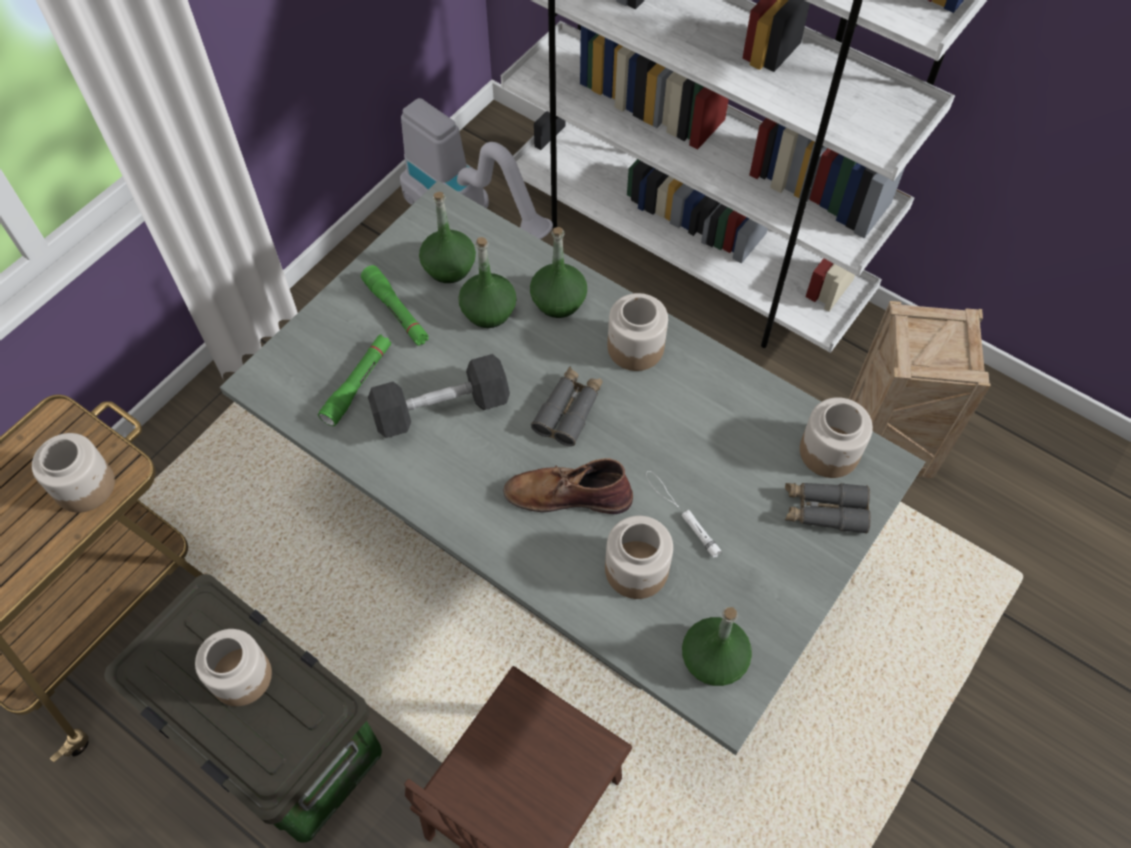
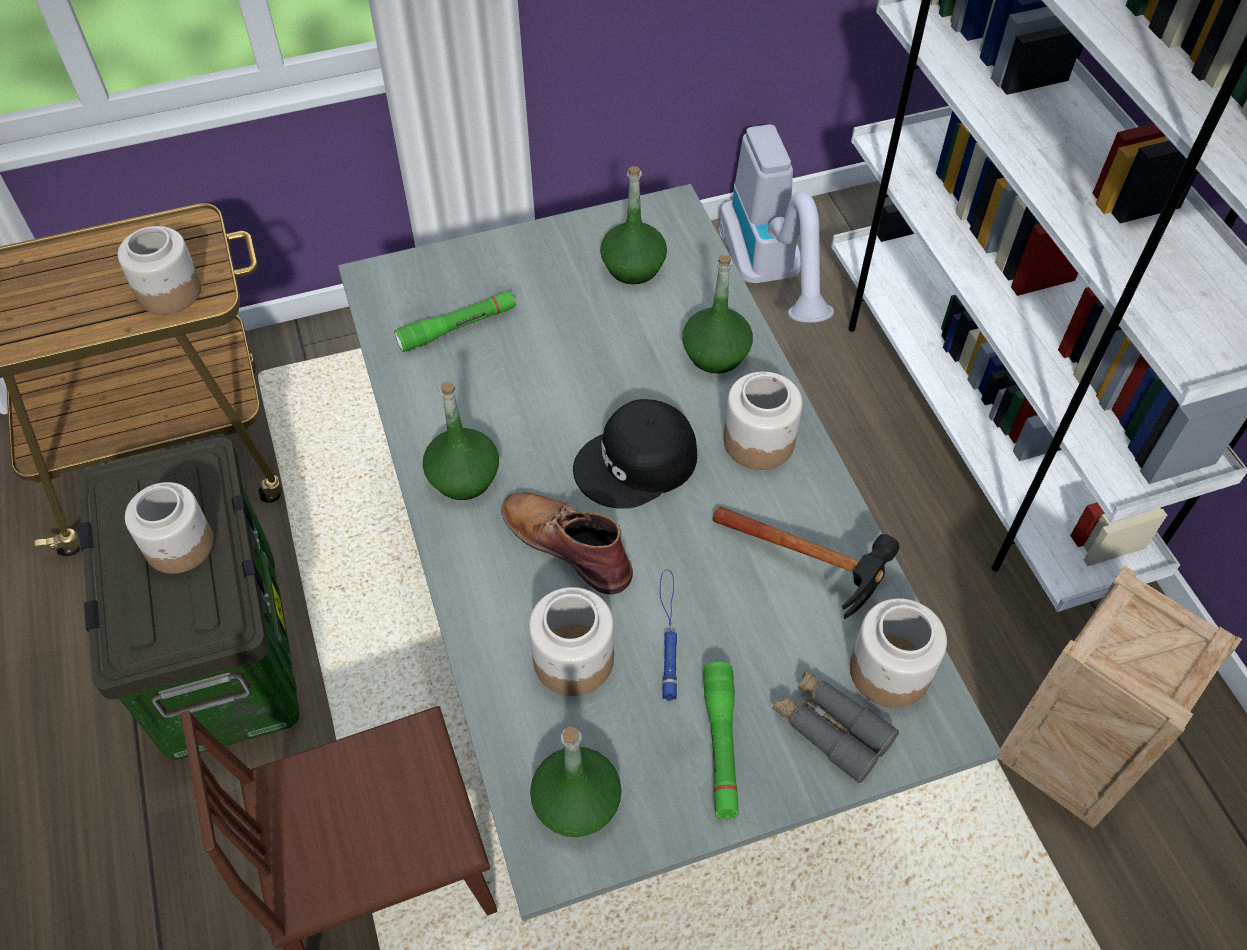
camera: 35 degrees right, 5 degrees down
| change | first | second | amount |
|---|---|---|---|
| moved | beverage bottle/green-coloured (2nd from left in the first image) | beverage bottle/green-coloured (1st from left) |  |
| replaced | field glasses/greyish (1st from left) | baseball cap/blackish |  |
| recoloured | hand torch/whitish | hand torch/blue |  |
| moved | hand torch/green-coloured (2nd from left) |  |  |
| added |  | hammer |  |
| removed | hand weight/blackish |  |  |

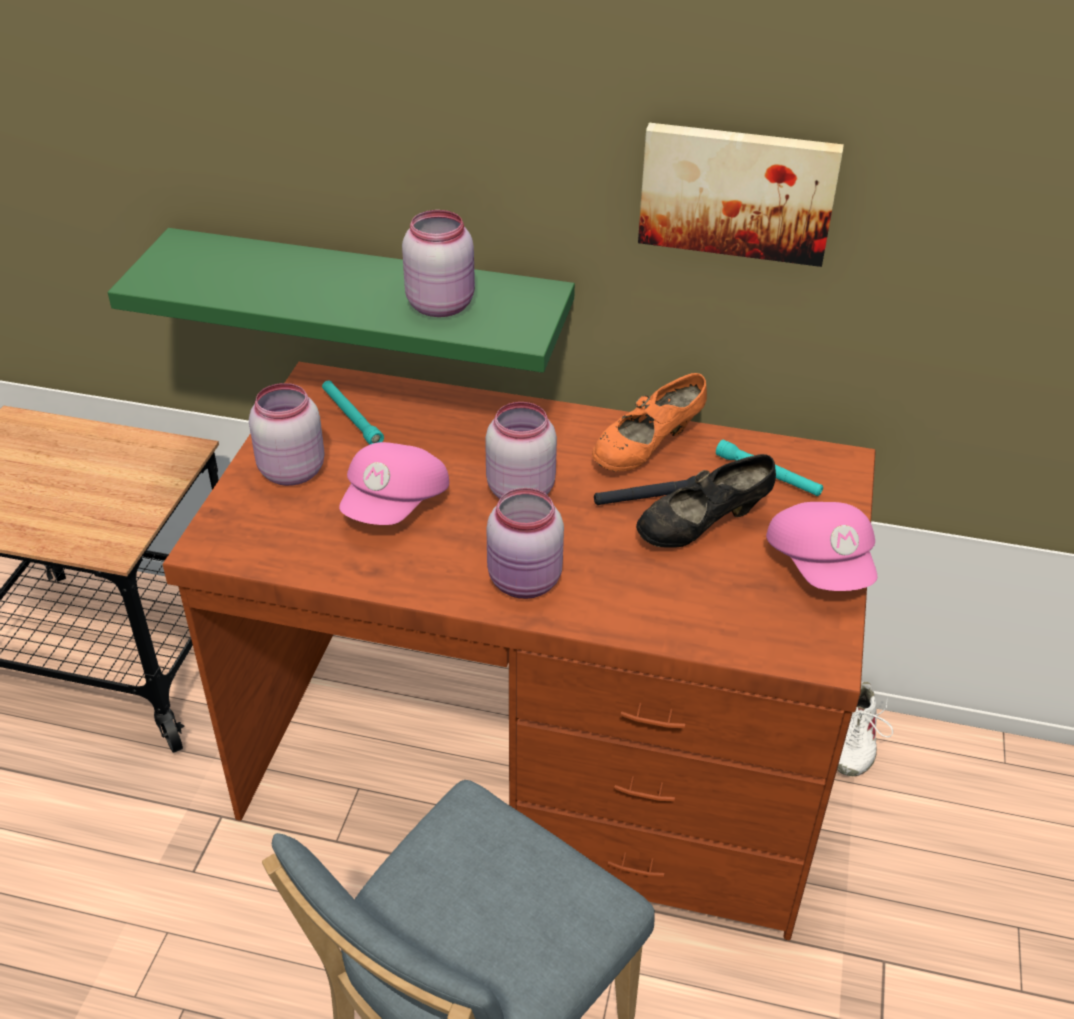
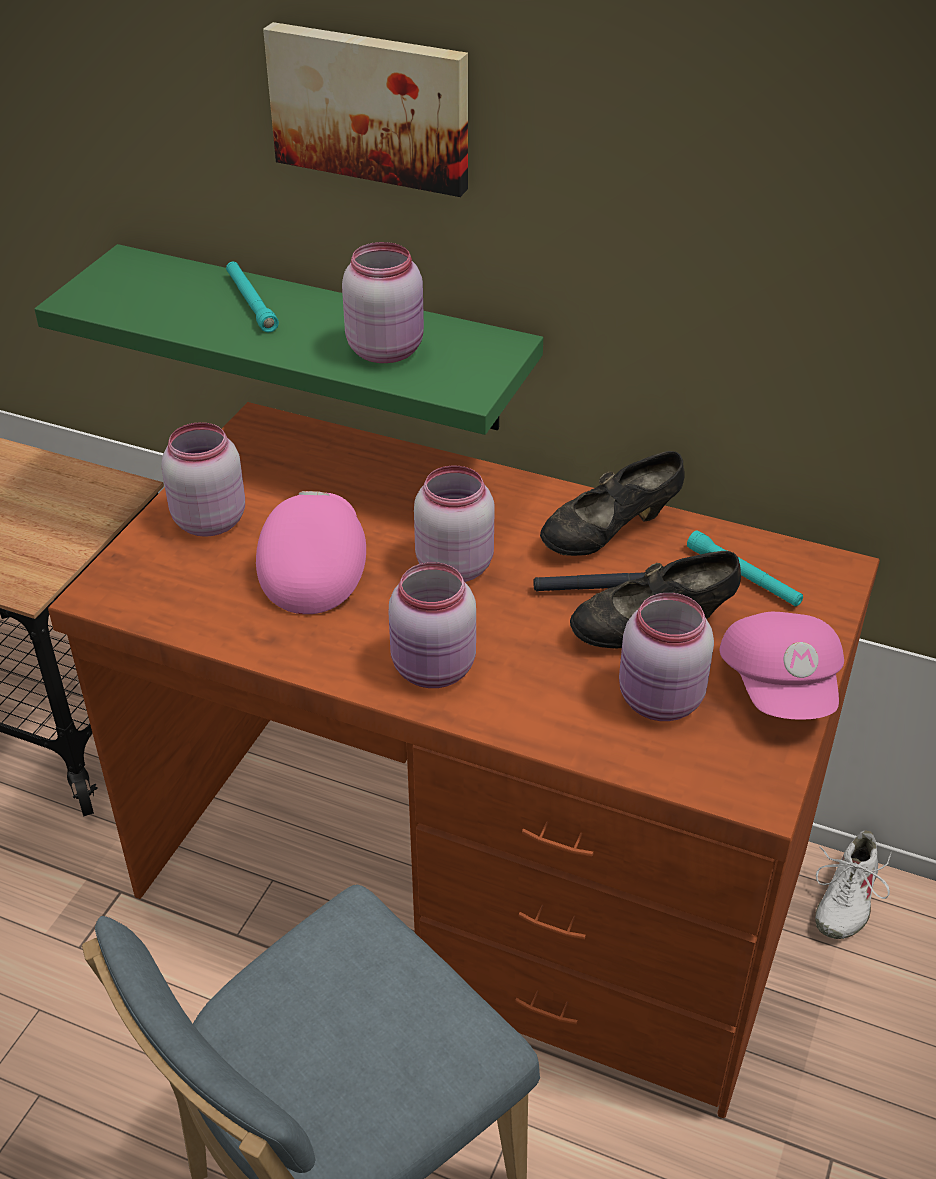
camera: 10 degrees right, 0 degrees up
| change | first | second | amount |
|---|---|---|---|
| moved | hand torch/turquoise (1st from left) |  |  |
| turned | baseball cap/pink (1st from left) |  | 150 degrees clockwise |
| moved | picture |  |  |
| recoloured | low shoe/orangey | low shoe/blackish (1st from left) |  |
| added |  | preserve jar/pink (5th from left) |  |

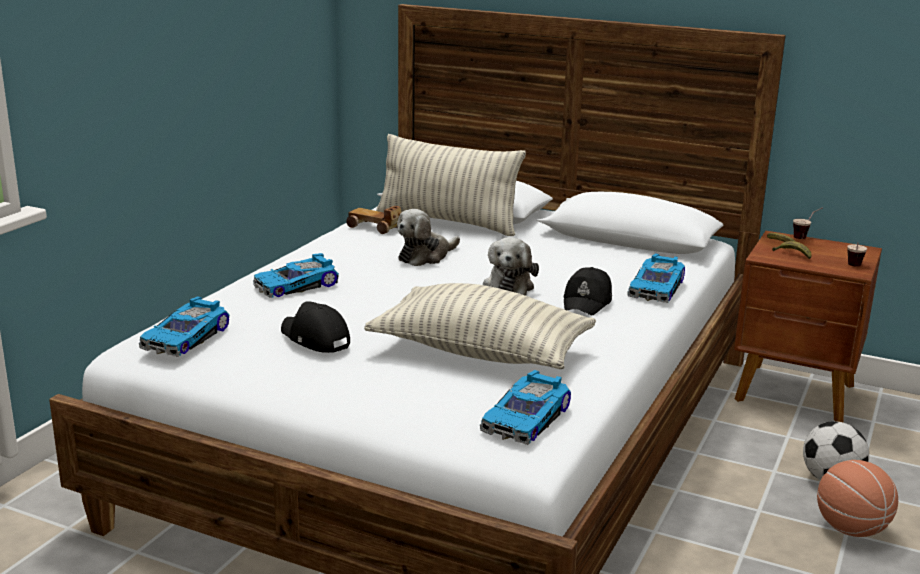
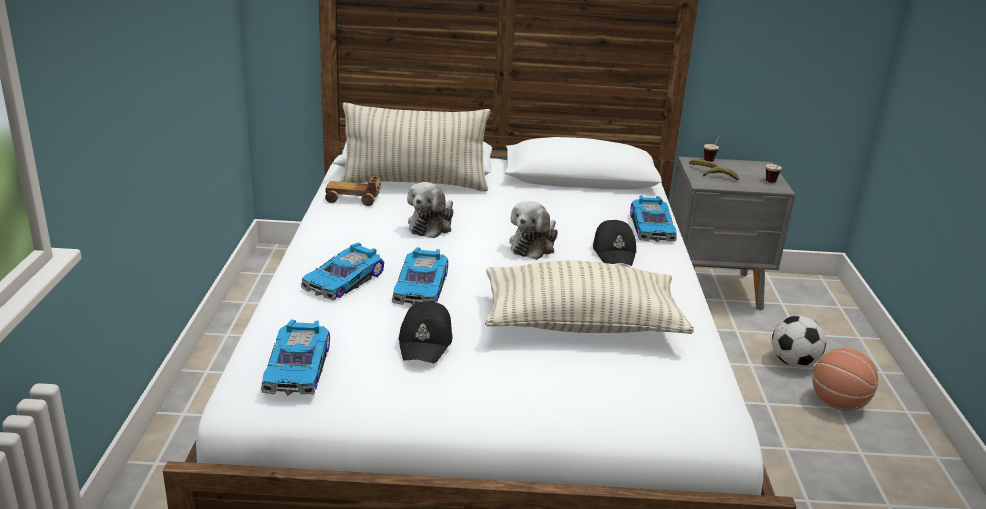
camera: 25 degrees left, 5 degrees up
| change | first | second | amount |
|---|---|---|---|
| moved | miniature car (4th from left) |  |  |
| turned | baseball cap/blackish (1st from left) |  | 105 degrees counterclockwise |
| turned | soft toy (2nd from left) |  | 45 degrees clockwise |
| recoloured | bedside table/brown-coloured | bedside table/greyish |  |

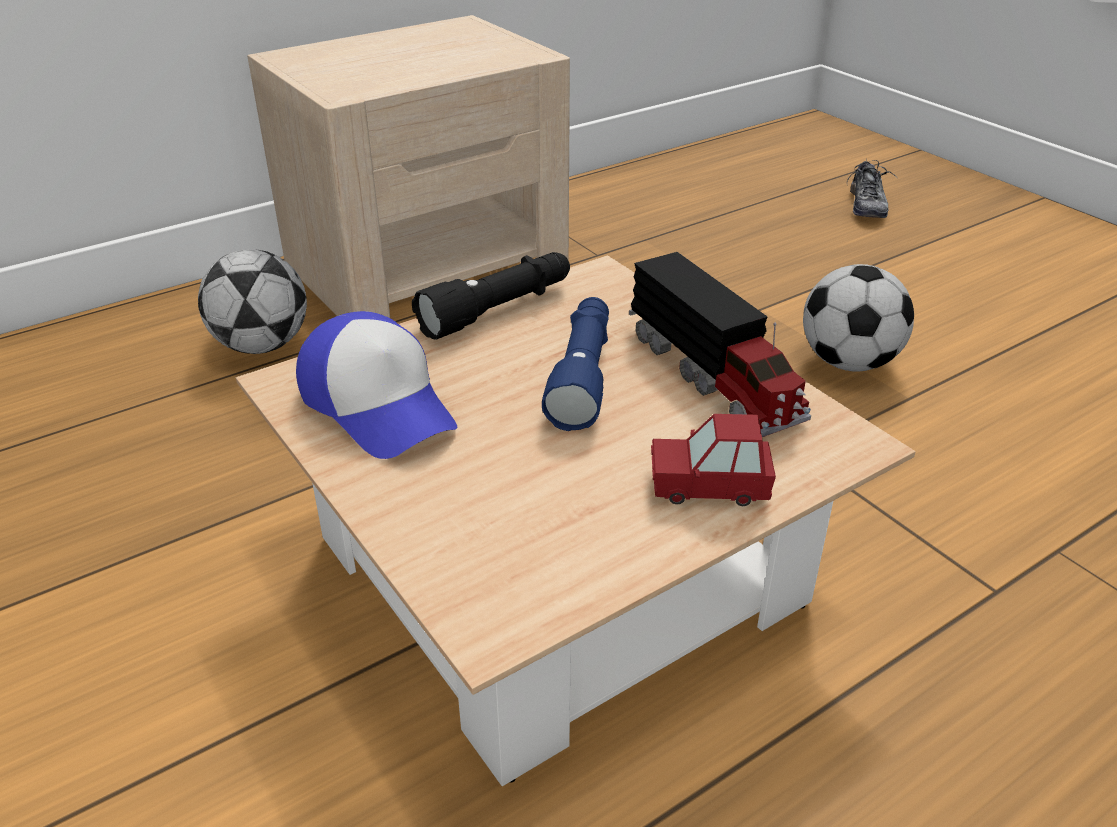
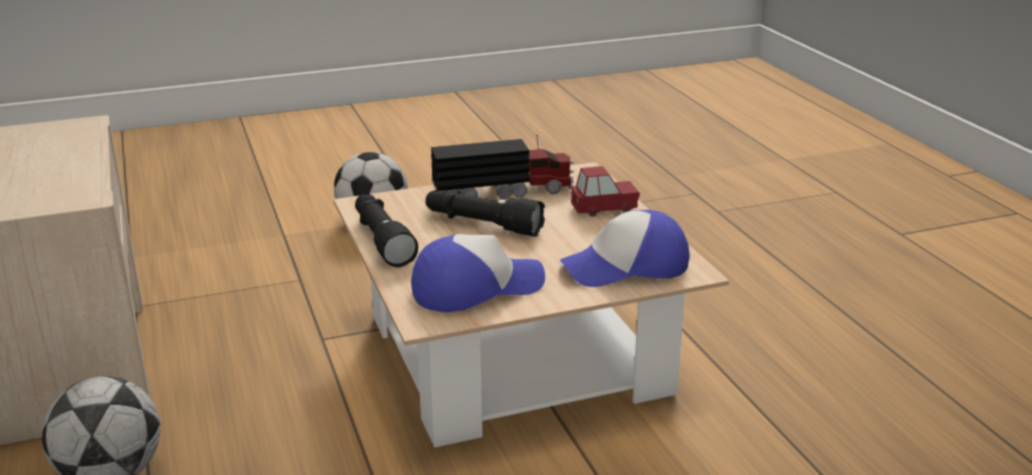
camera: 75 degrees left, 10 degrees down
| change | first | second | amount |
|---|---|---|---|
| recoloured | hand torch/blue | hand torch/blackish (2nd from left) |  |
| added |  | baseball cap (2nd from left) |  |
| turned | miniature car/reddish |  | 120 degrees counterclockwise |
| removed | low shoe |  |  |

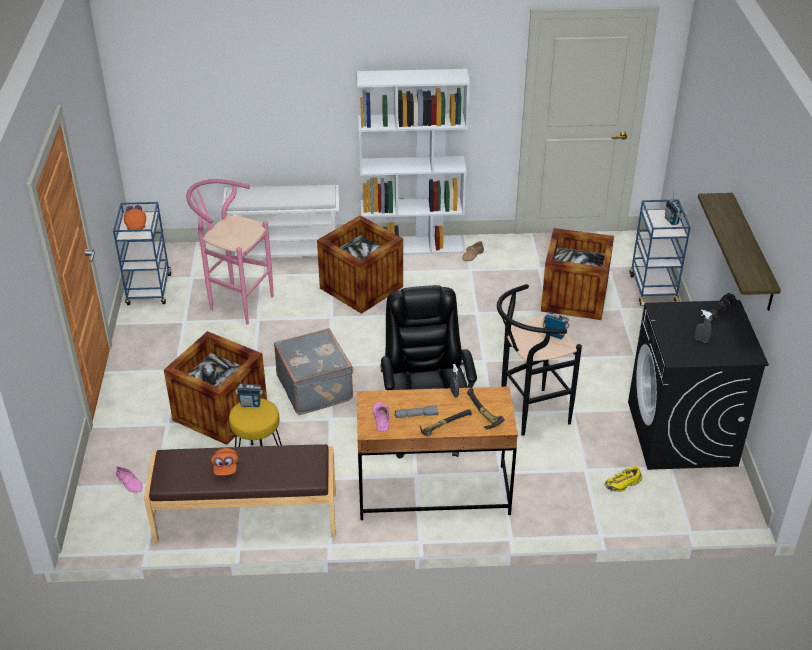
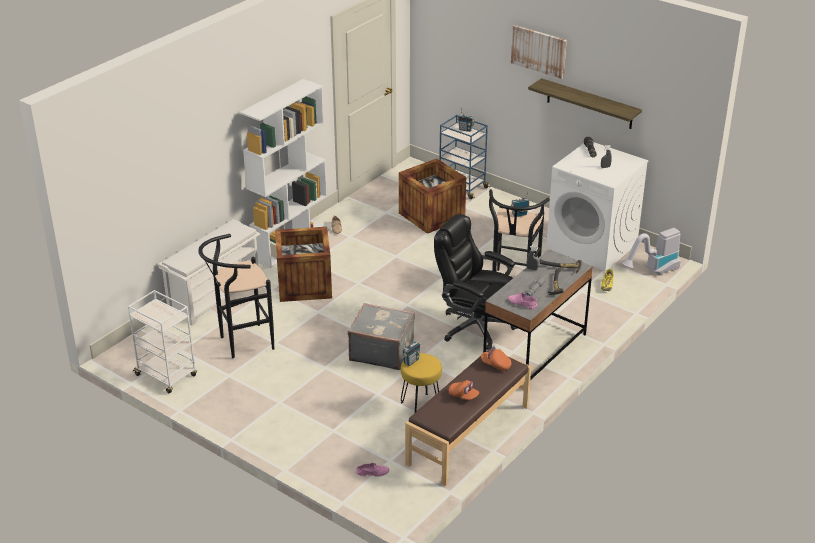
camera: 50 degrees left, 5 degrees down
| change | first | second | amount |
|---|---|---|---|
| recoloured | wheeled cart/blue (1st from left) | wheeled cart/whitish |  |
| recoloured | sitting stool/pink | sitting stool/blackish (1st from left) |  |
| moved | baseball cap/orangey (1st from left in the first image) | baseball cap/orangey (2nd from left) |  |
| recoloured | desk/brown-coloured | desk/greyish |  |
| added |  | picture |  |
| recoloured | laundry machine/blackish | laundry machine/whitish |  |
| added |  | vacuum cleaner |  |
| removed | packing crate (1st from left) |  |  |

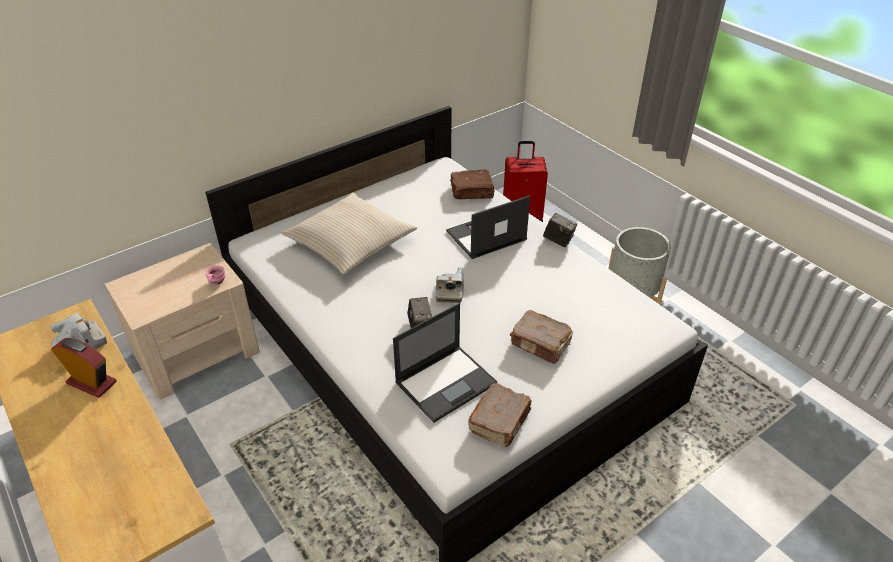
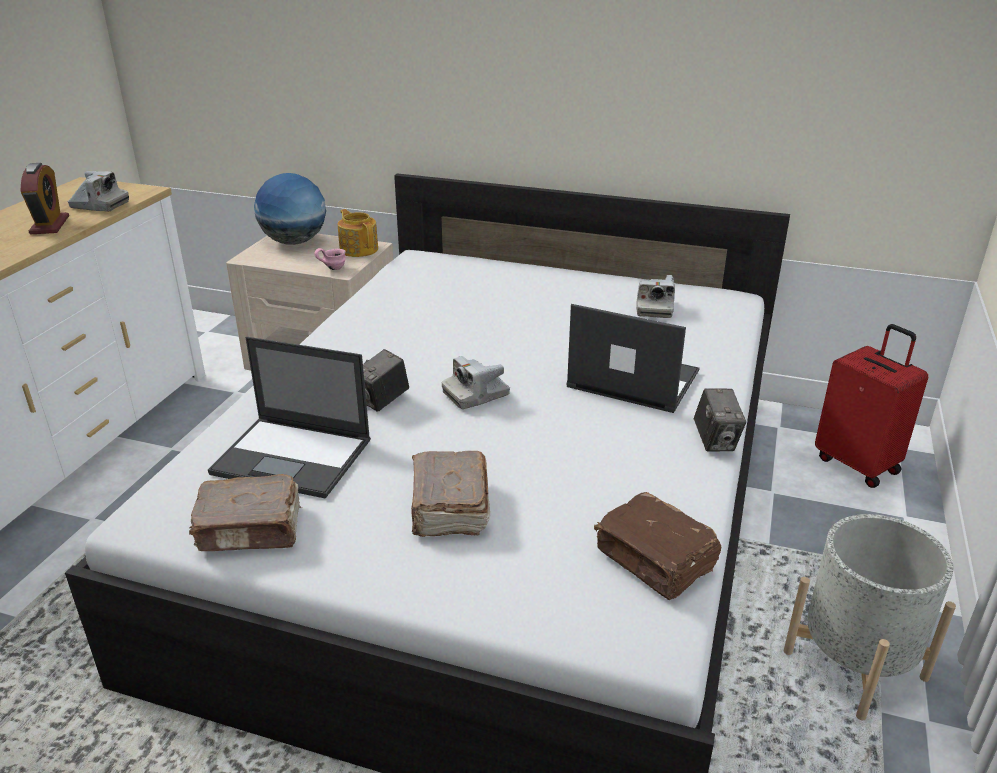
camera: 55 degrees right, 10 degrees down
| change | first | second | amount |
|---|---|---|---|
| added |  | desk globe |  |
| added |  | teapot |  |
| moved | bound book/brown-coloured (1st from left in the first image) | bound book/brown-coloured (3rd from left) |  |
| added |  | photo camera (4th from left) |  |
| removed | pillow/beige |  |  |

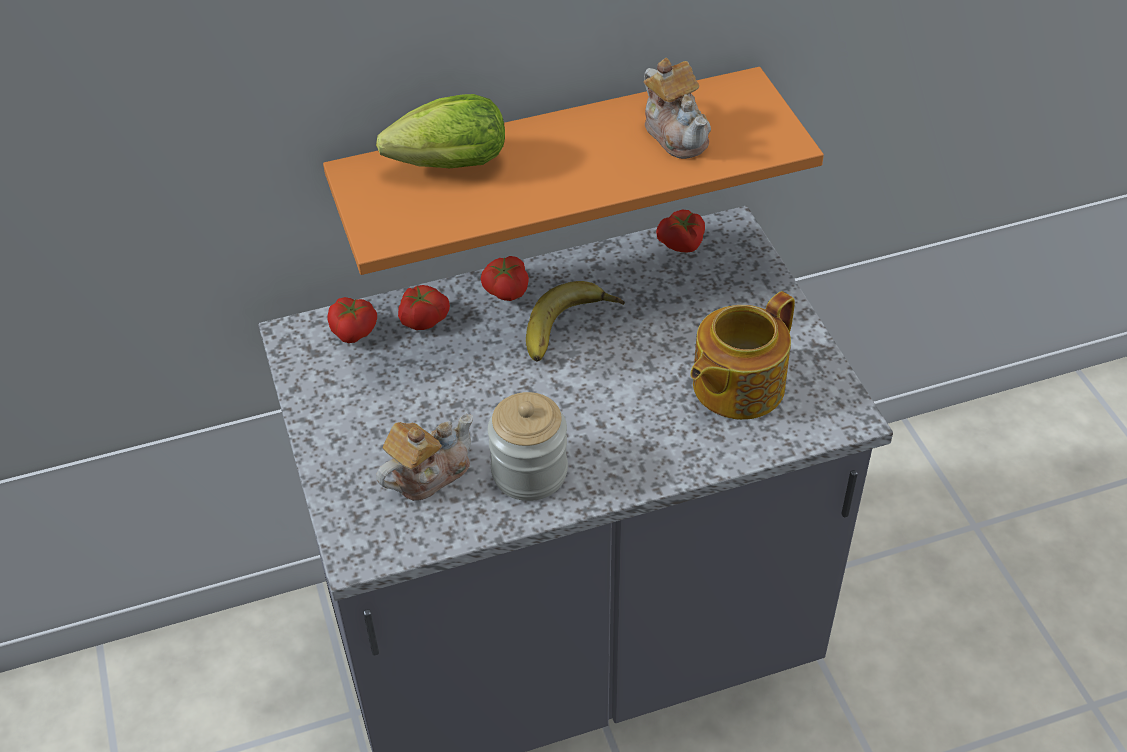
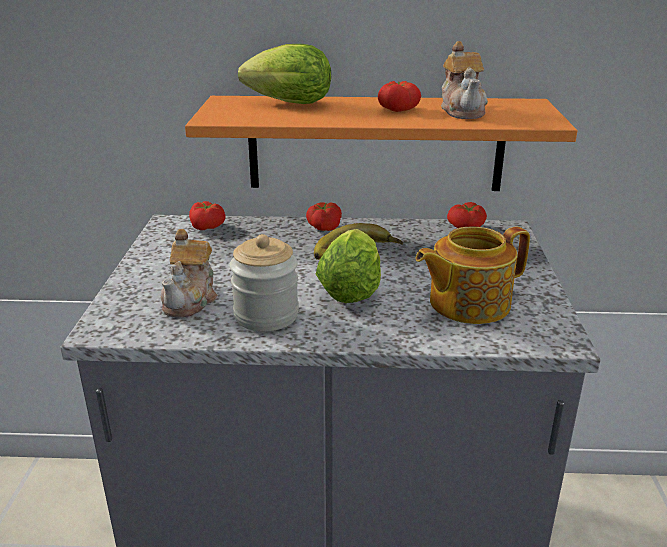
camera: 20 degrees right, 20 degrees down
| change | first | second | amount |
|---|---|---|---|
| turned | teapot (1st from left) |  | 120 degrees clockwise |
| added |  | lettuce (2nd from left) |  |
| moved | tomato (2nd from left in the first image) | tomato (3rd from left) |  |

